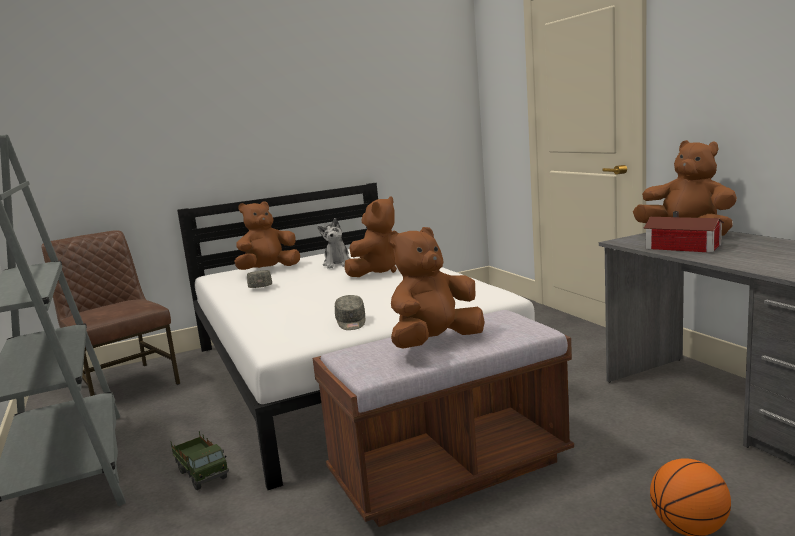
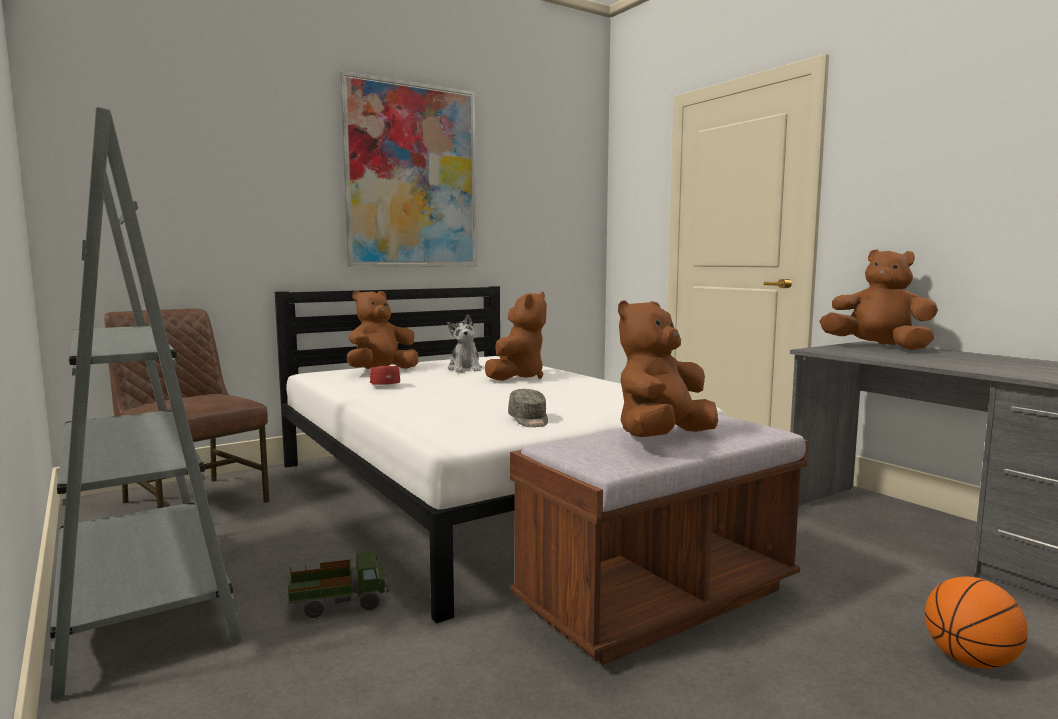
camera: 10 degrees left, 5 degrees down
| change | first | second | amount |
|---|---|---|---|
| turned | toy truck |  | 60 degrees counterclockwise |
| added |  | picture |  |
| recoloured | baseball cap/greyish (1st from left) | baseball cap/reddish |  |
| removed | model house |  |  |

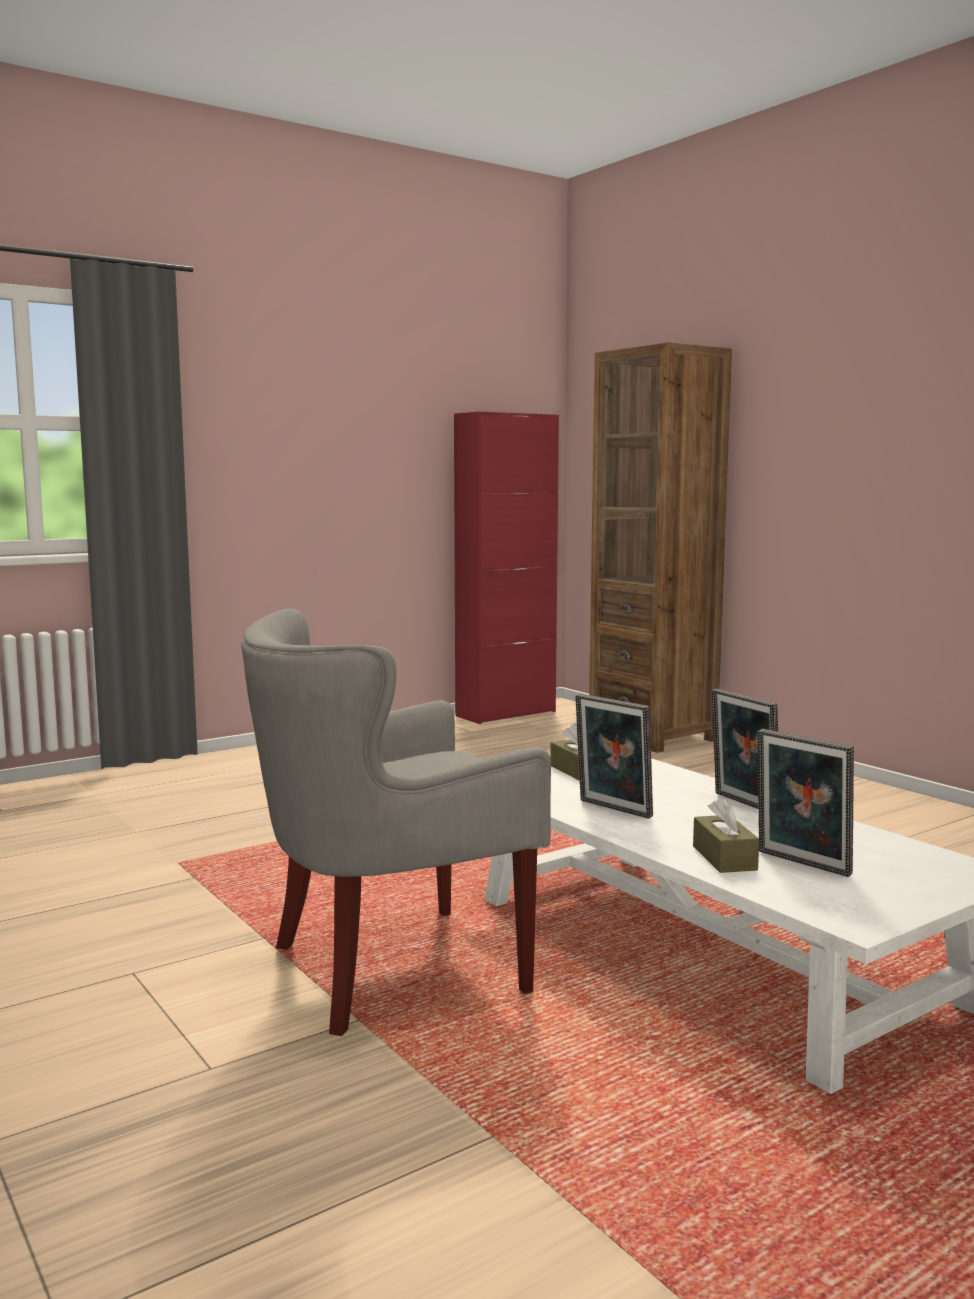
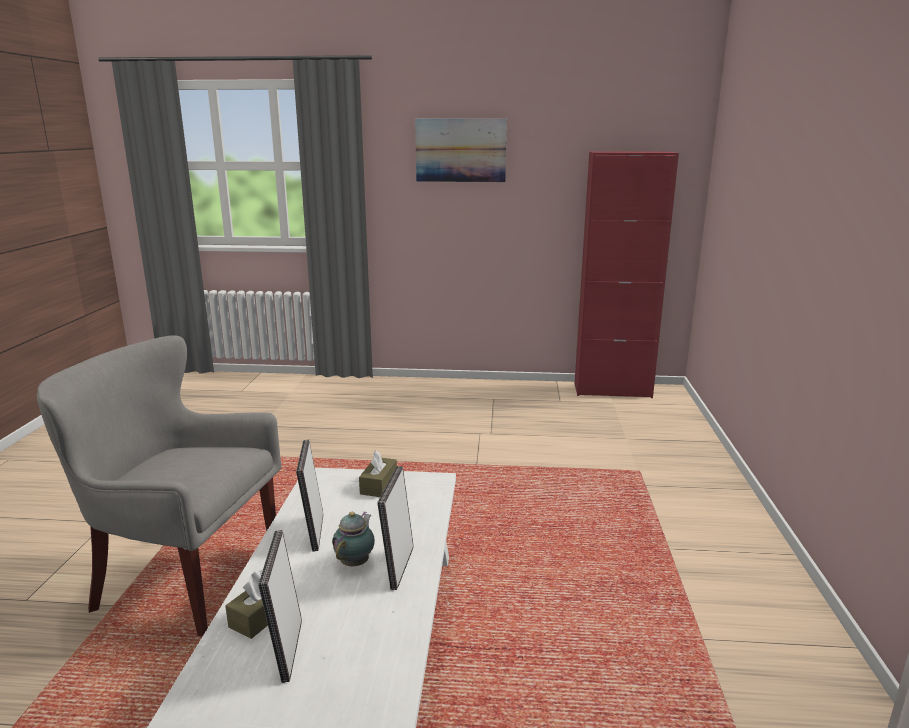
camera: 40 degrees right, 10 degrees up
| change | first | second | amount |
|---|---|---|---|
| added |  | teapot |  |
| added |  | picture |  |
| removed | bookcase/brown-coloured |  |  |

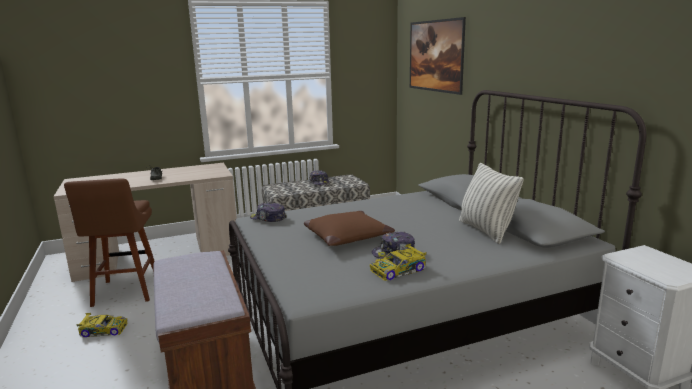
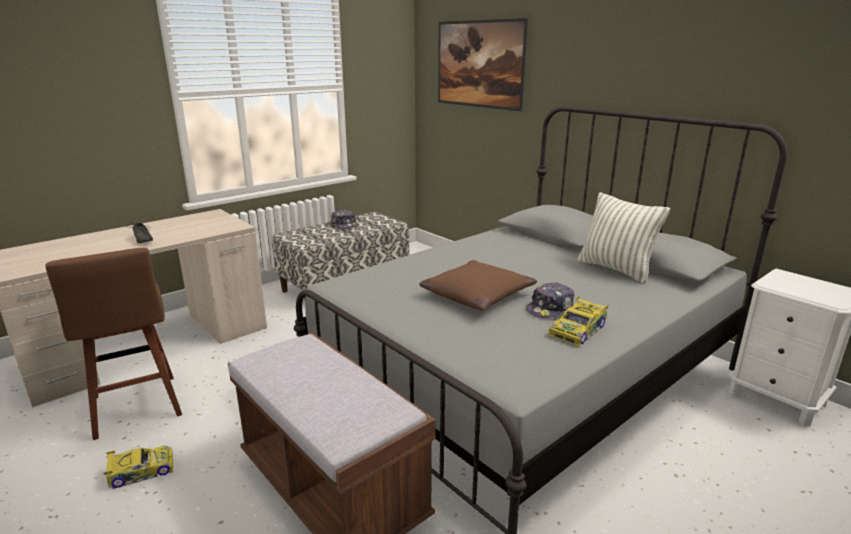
camera: 20 degrees left, 5 degrees up
| change | first | second | amount |
|---|---|---|---|
| removed | baseball cap (1st from left) |  |  |

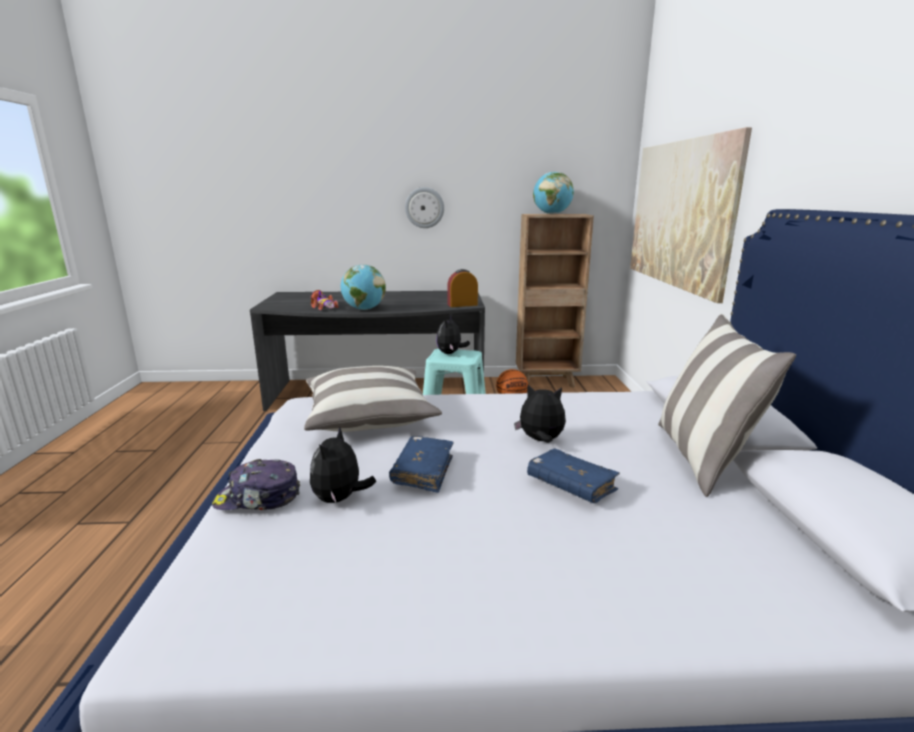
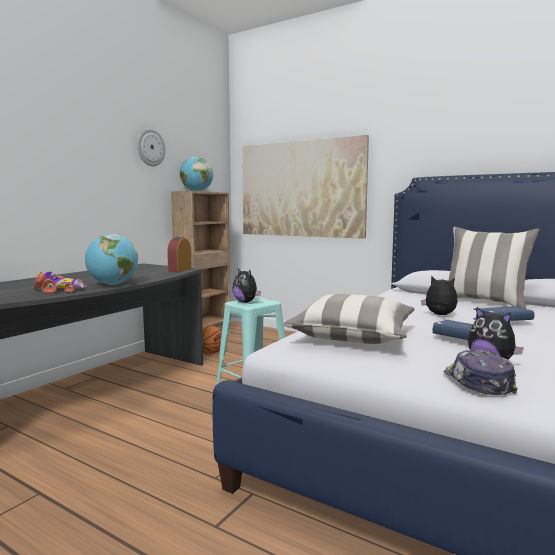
camera: 55 degrees left, 10 degrees down
| change | first | second | amount |
|---|---|---|---|
| moved | hanging clock |  |  |
| turned | soft toy (3rd from left in the first image) | soft toy (2nd from left) | 75 degrees clockwise |
| turned | baseball cap |  | 135 degrees clockwise |

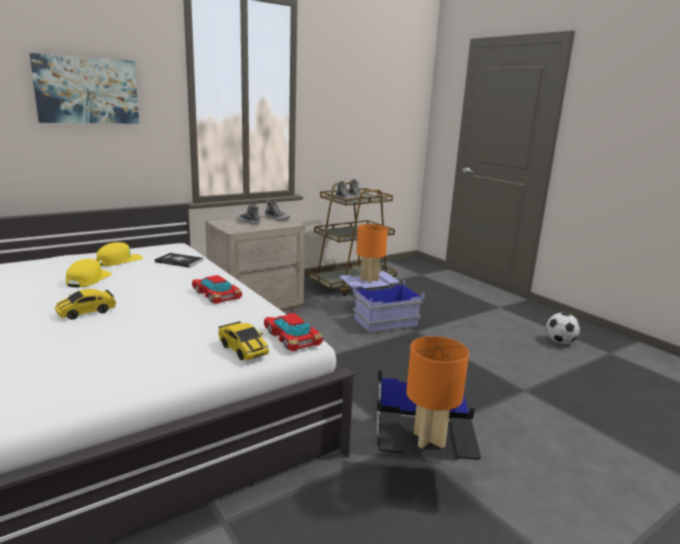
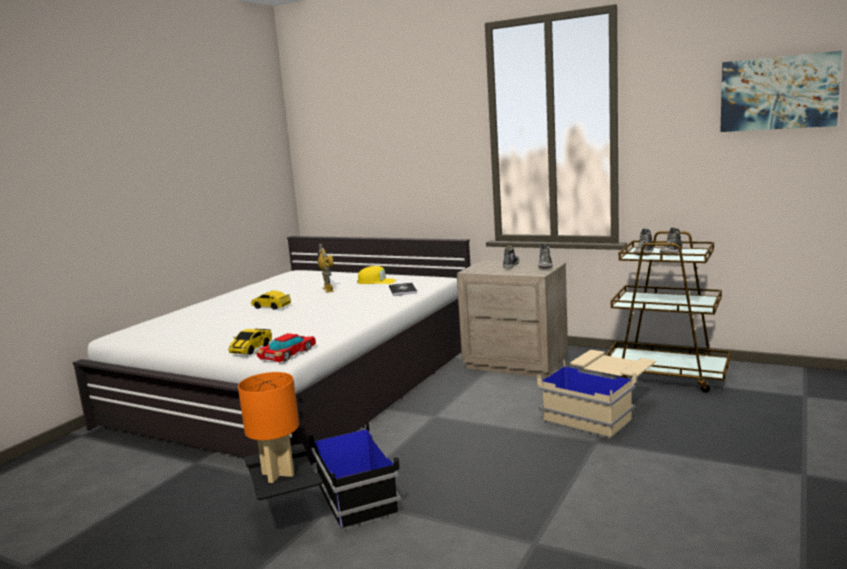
camera: 65 degrees right, 5 degrees down
| change | first | second | amount |
|---|---|---|---|
| replaced | baseball cap/yellowish (1st from left) | toy robot |  |
| recoloured | storage container/blue | storage container/beige |  |
| moved | picture |  |  |
| removed | miniature car (2nd from left) |  |  |
| removed | lamp for a table/orangey (1st from left) |  |  |
| removed | football ball |  |  |

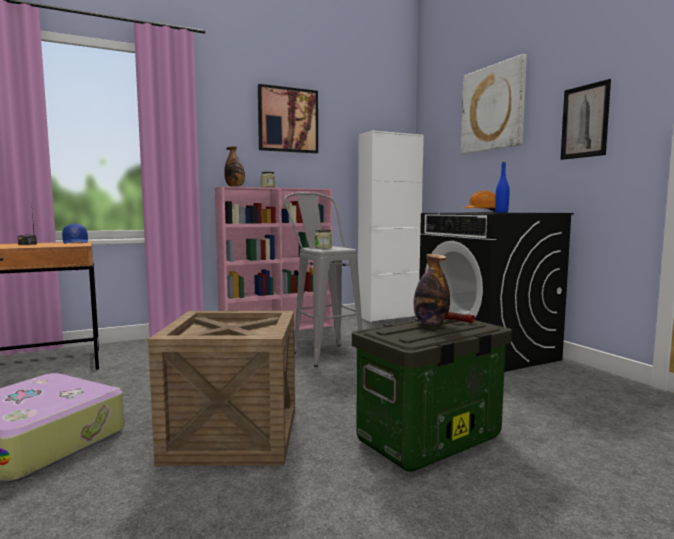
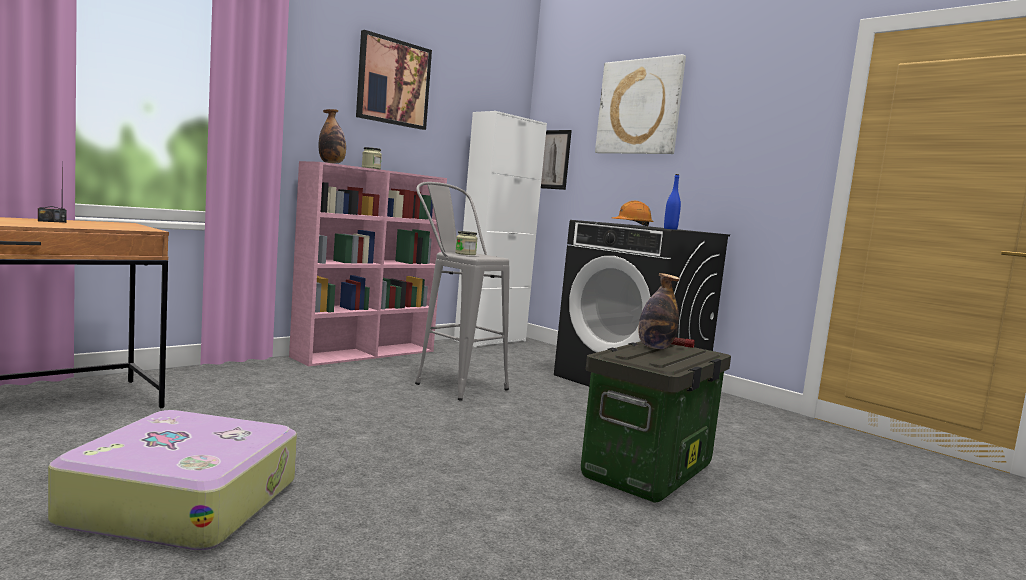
camera: 20 degrees left, 0 degrees up
| change | first | second | amount |
|---|---|---|---|
| moved | picture (3rd from left in the first image) | picture (2nd from left) |  |
| removed | baseball cap/blue |  |  |
| removed | packing crate |  |  |

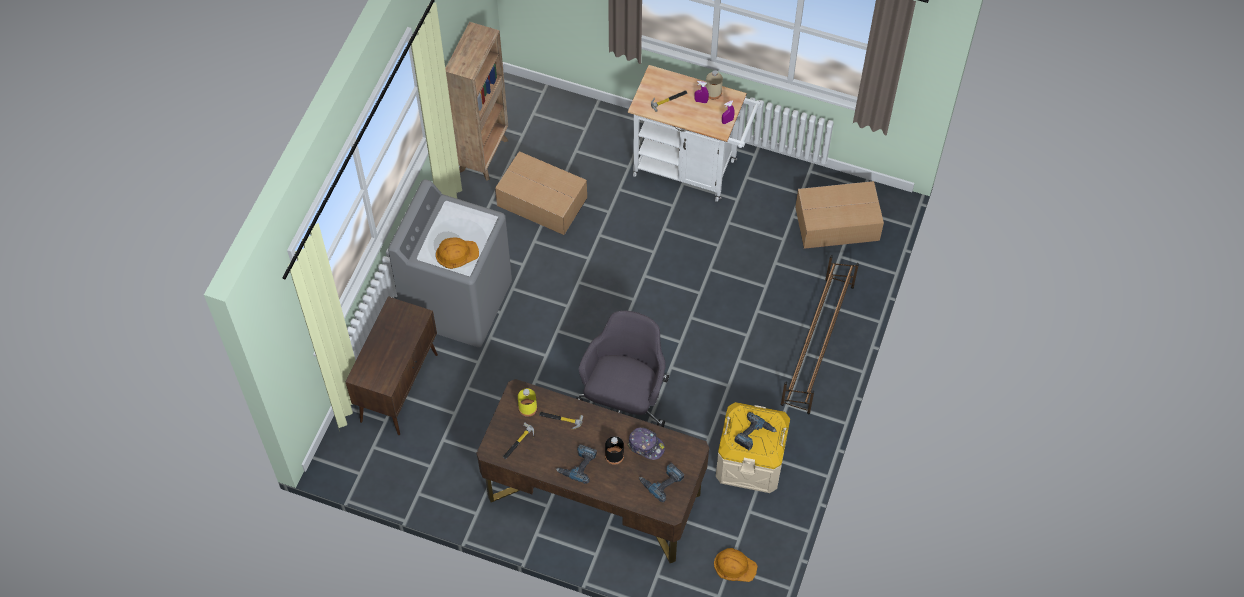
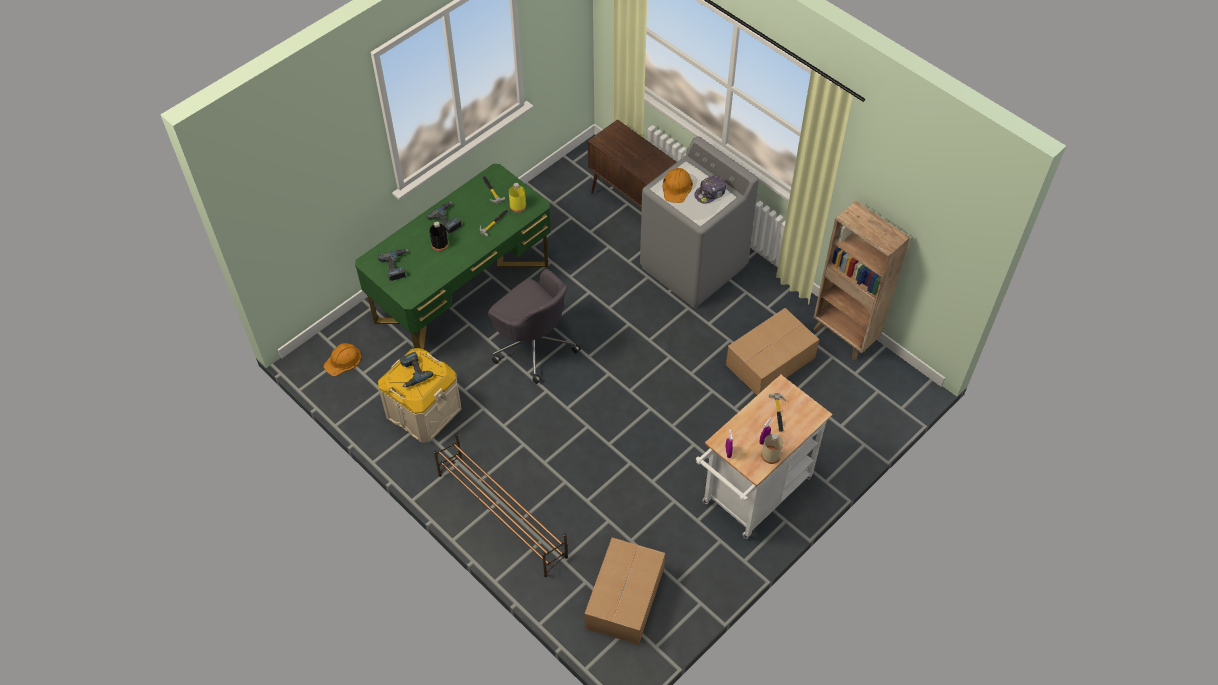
camera: 115 degrees right, 5 degrees down
| change | first | second | amount |
|---|---|---|---|
| recoloured | desk/brown-coloured | desk/green-coloured |  |
| moved | baseball cap |  |  |

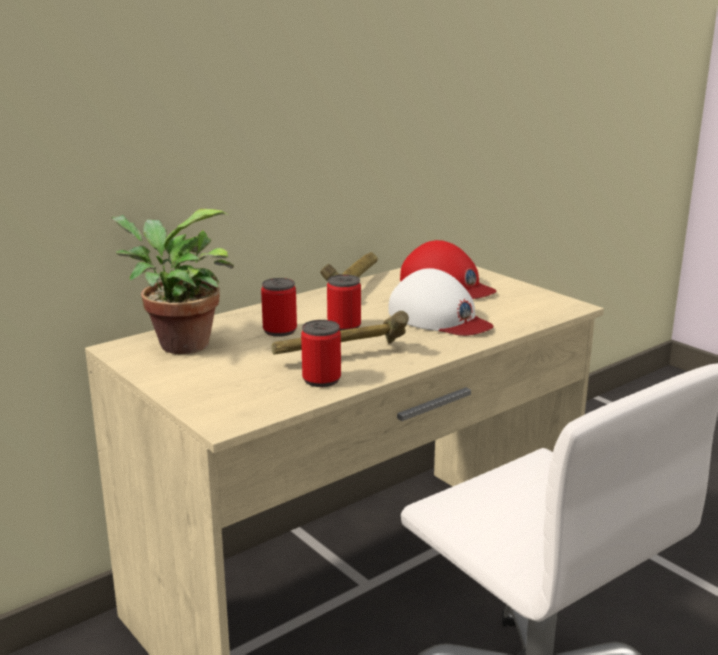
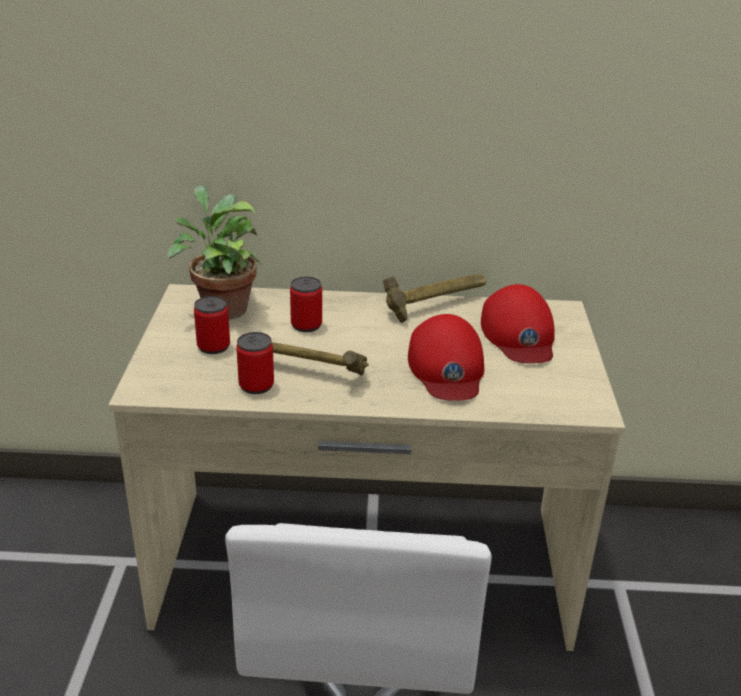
camera: 40 degrees right, 10 degrees up
| change | first | second | amount |
|---|---|---|---|
| moved | sealed can (3rd from left in the first image) | sealed can (1st from left) |  |
| recoloured | baseball cap/whitish | baseball cap/reddish (1st from left) |  |

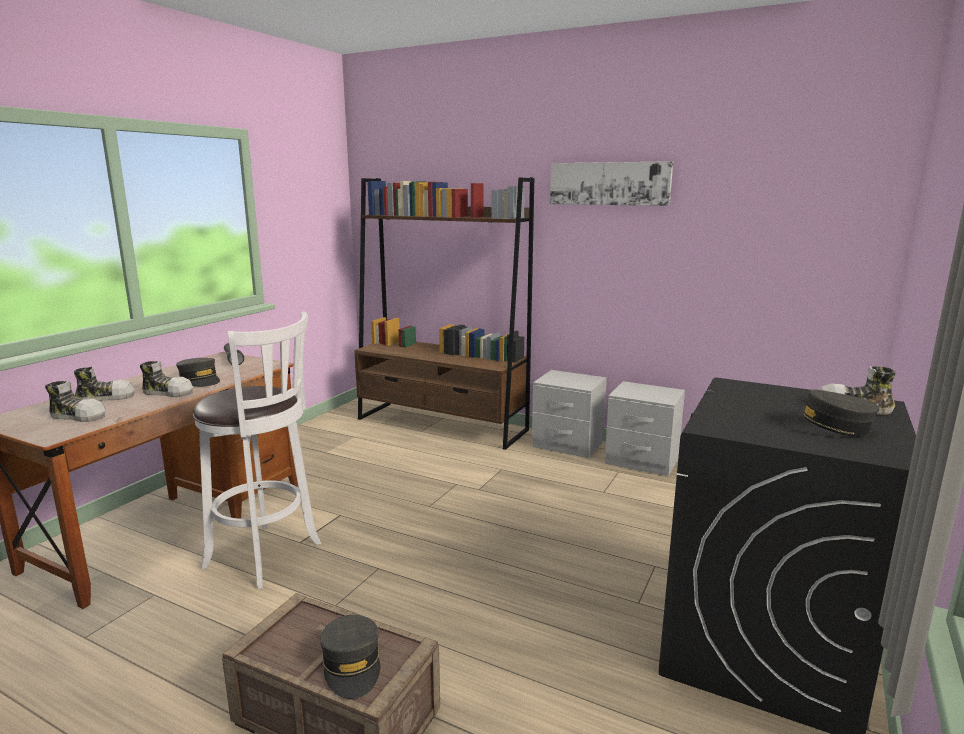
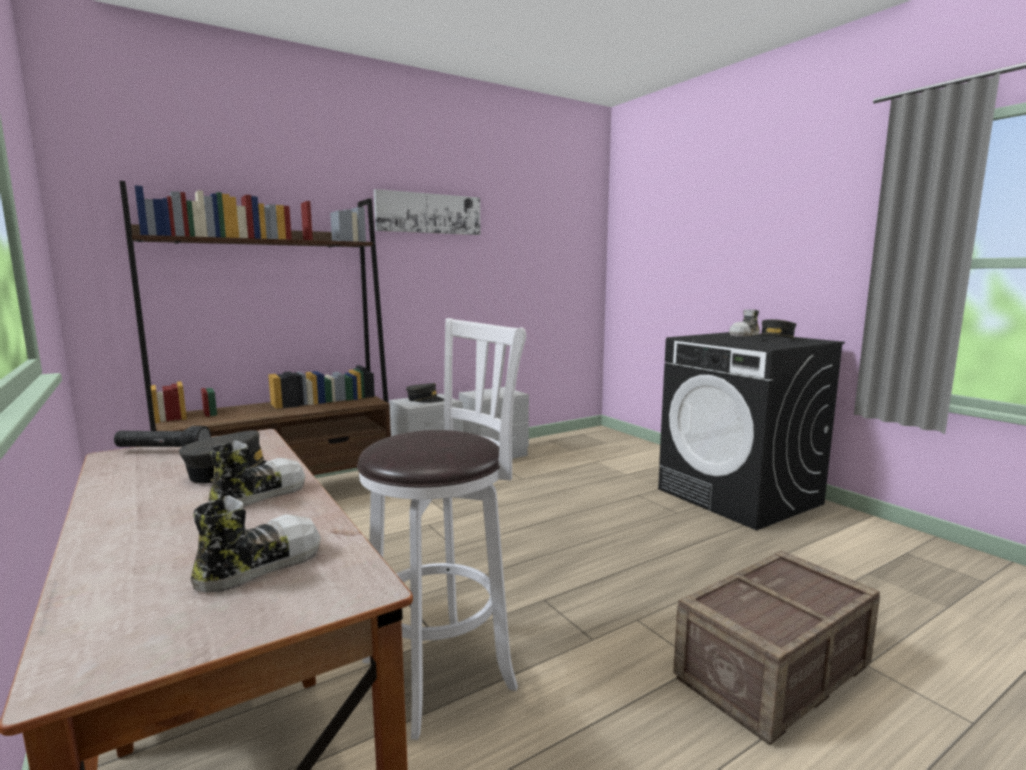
camera: 60 degrees left, 5 degrees down
| change | first | second | amount |
|---|---|---|---|
| moved | baseball cap/greyish (2nd from left) |  |  |
| removed | low shoe (2nd from left) |  |  |

